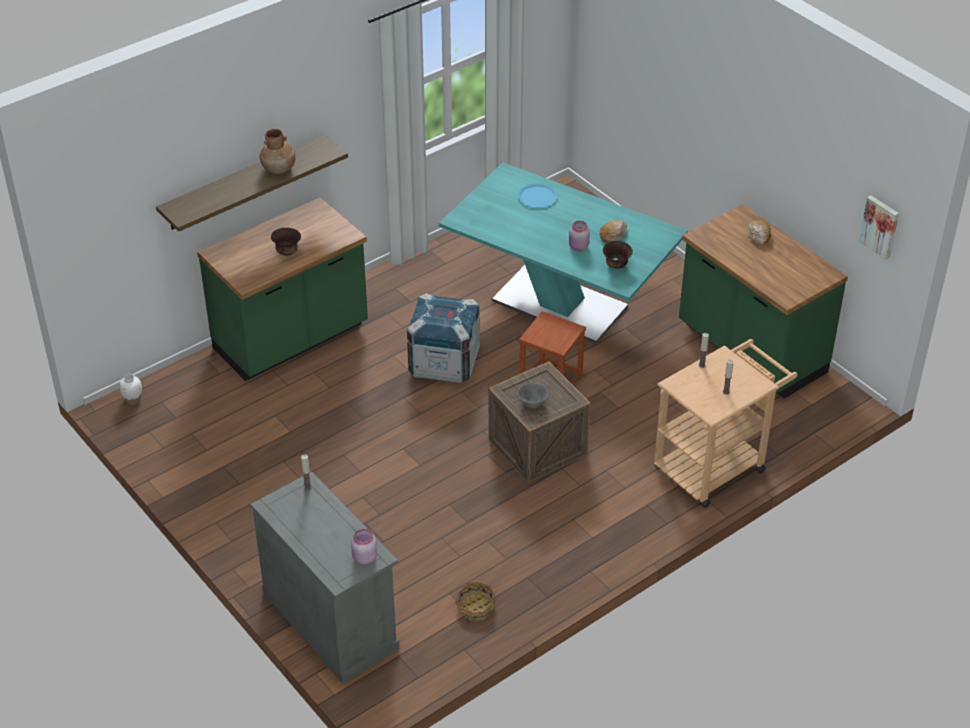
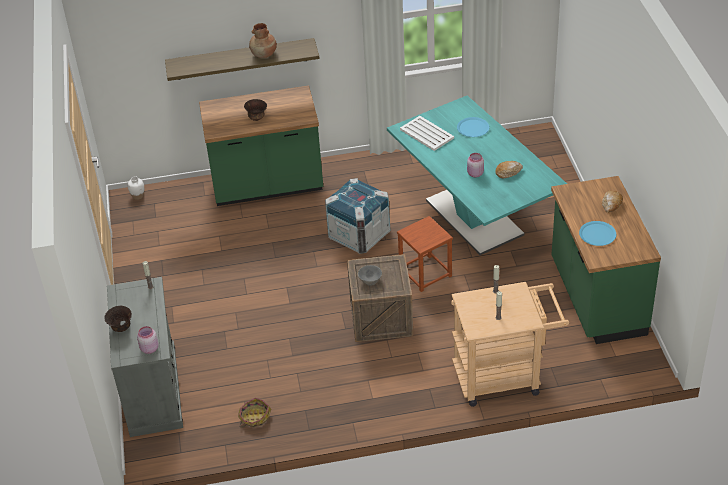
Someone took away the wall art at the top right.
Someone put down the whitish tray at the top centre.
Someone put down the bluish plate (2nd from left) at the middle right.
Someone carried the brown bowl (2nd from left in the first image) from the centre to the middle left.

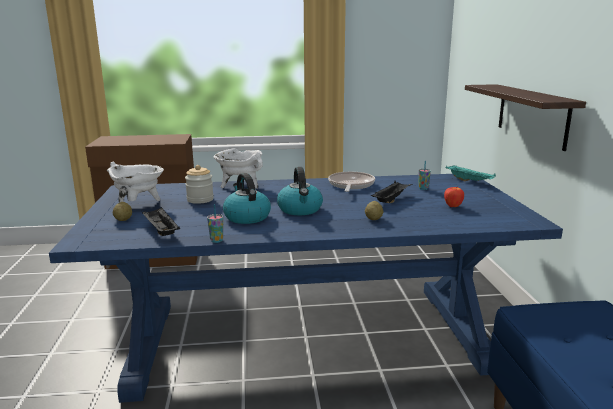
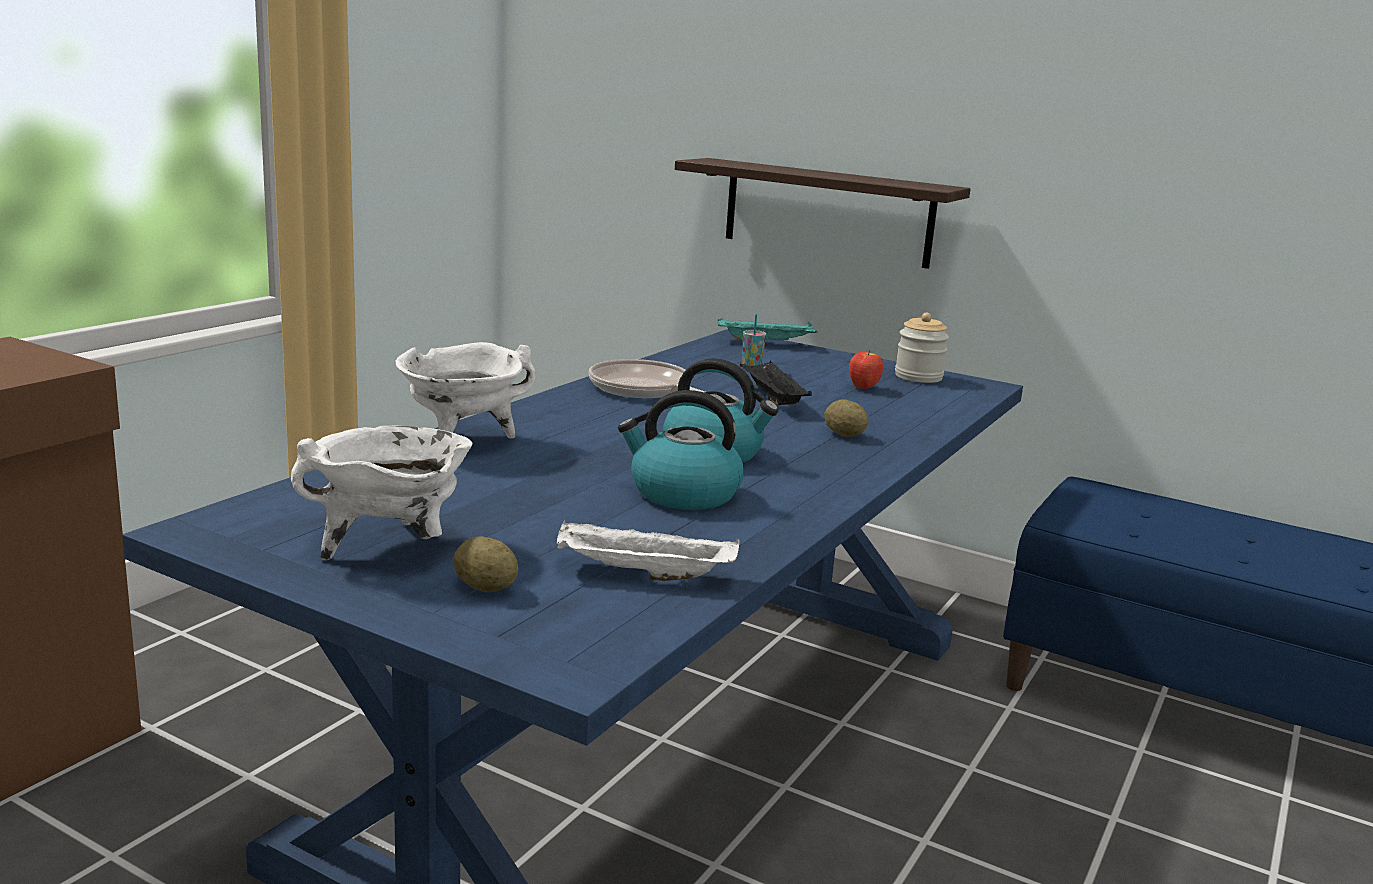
Someone took away the cup (1st from left) at the centre.
Someone carried the preserve jar from the middle left to the middle right.
Someone repainted the black tray (1st from left) at the middle left, which became the whitish tray at the centre.

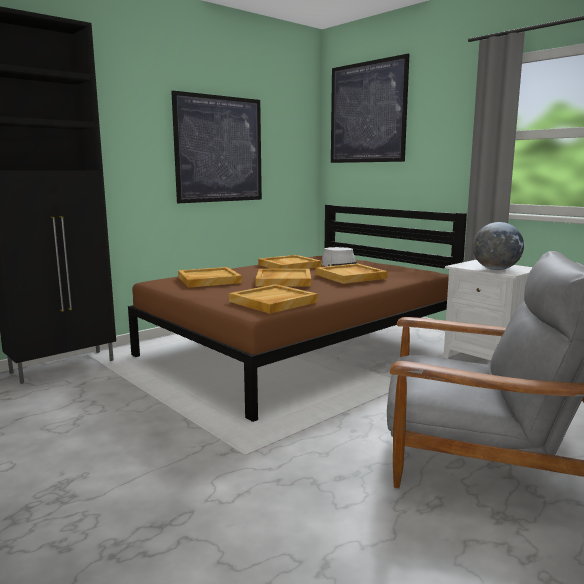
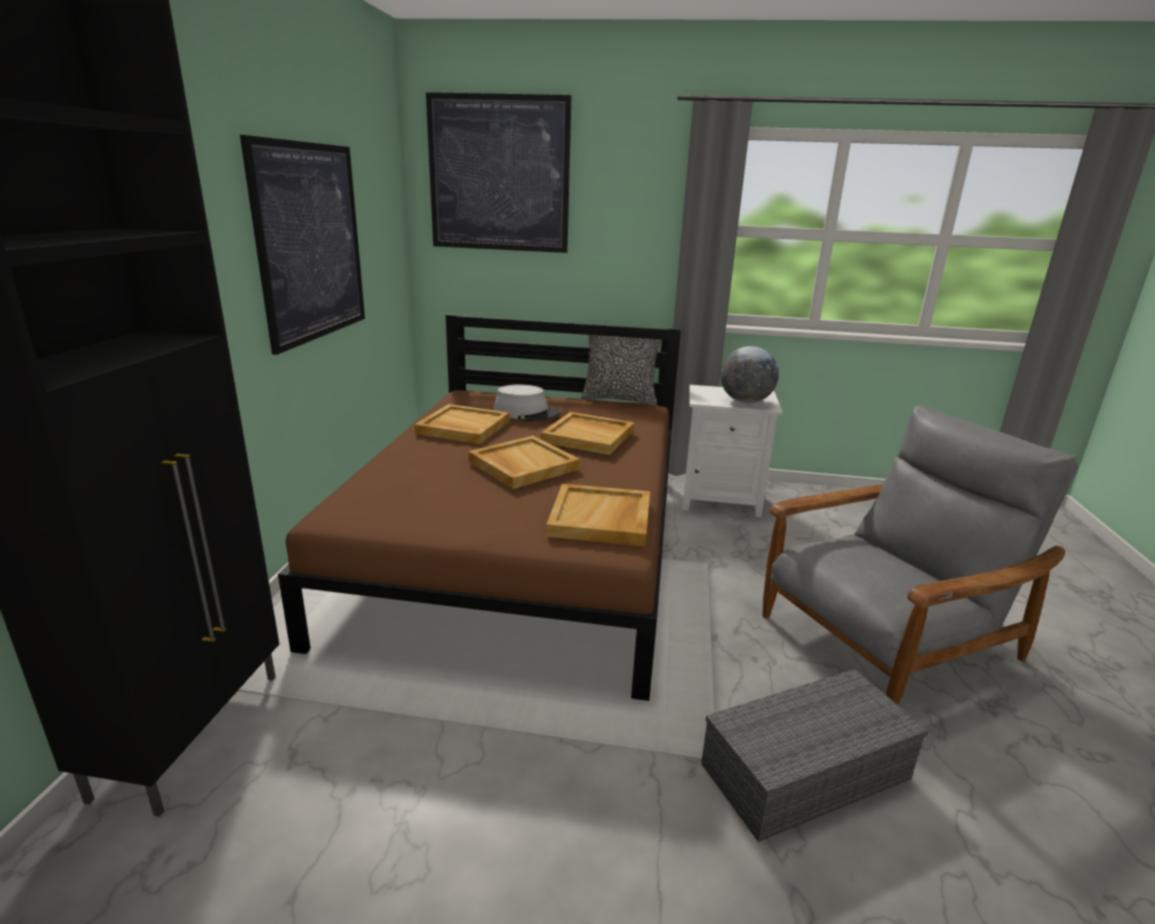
Someone took away the sand-coloured tray (1st from left) at the centre.
Someone put down the pillow at the centre.
Someone put down the greyish storage container at the bottom right.

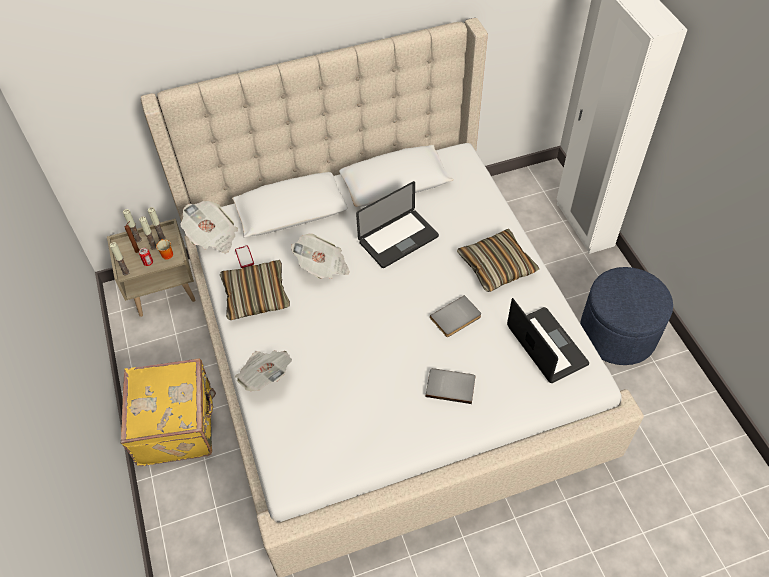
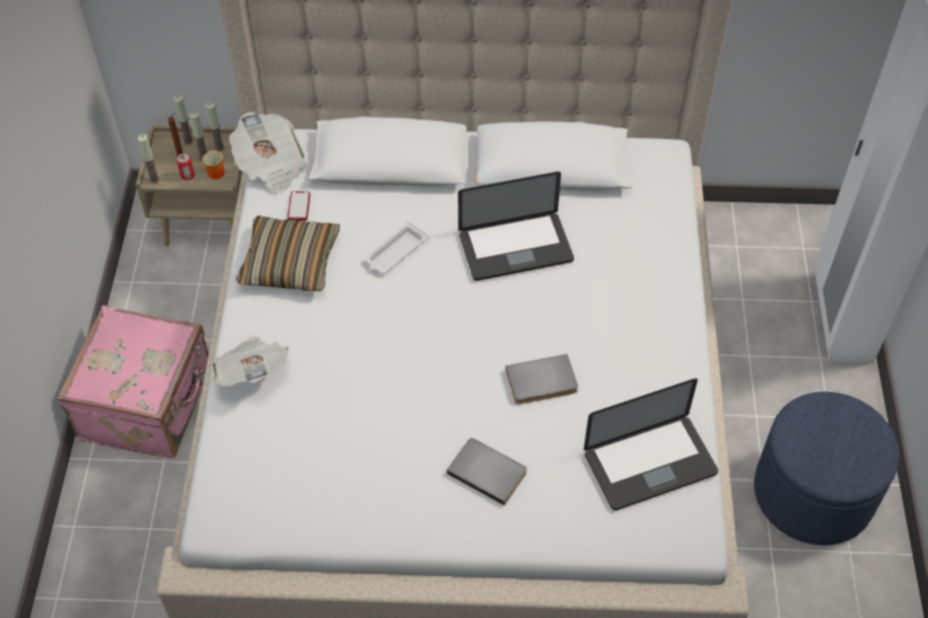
Someone took away the pillow (2nd from left) at the centre.
Someone swapped the daily paper (3rd from left) at the centre for the whitish tray at the centre.
Someone repainted the yellowish suitcase at the bottom left, which became the pink-coloured suitcase at the middle left.
Someone rotated the portable computer (2nd from left) at the middle right by 75 degrees clockwise.

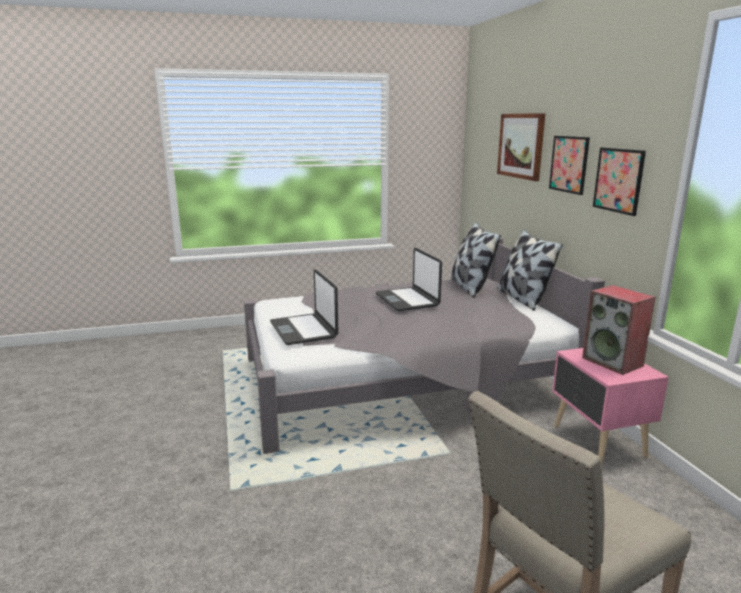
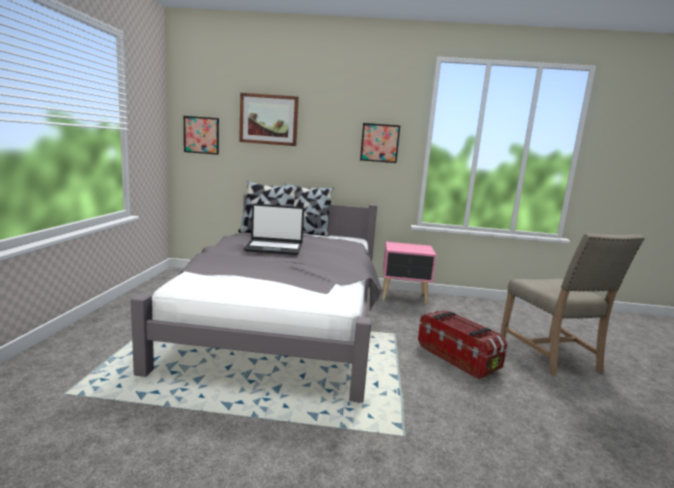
Someone took away the portable computer (1st from left) at the centre.
Someone took away the audio speaker at the middle right.
Someone put down the storage container at the bottom right.
Someone carried the wall art (2nd from left in the first image) from the top right to the top left.

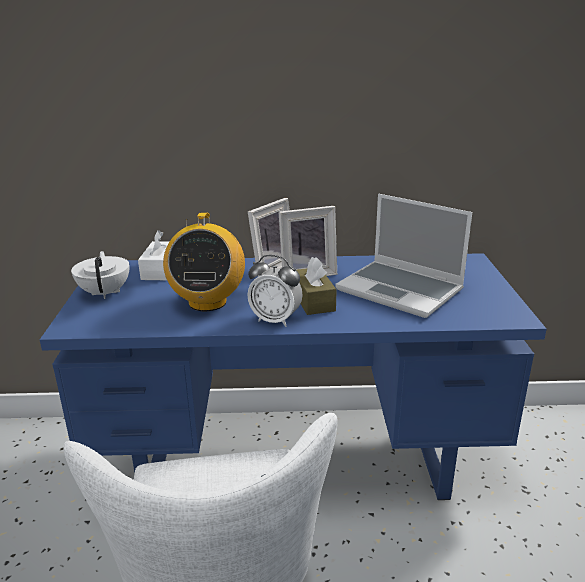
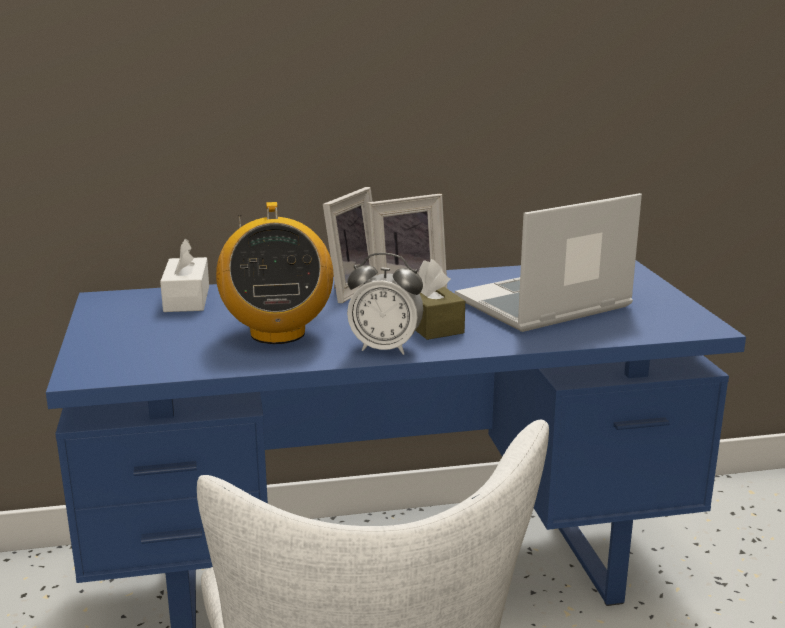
Someone took away the whitish tea pot at the middle left.
Someone rotated the portable computer at the middle right by 120 degrees clockwise.

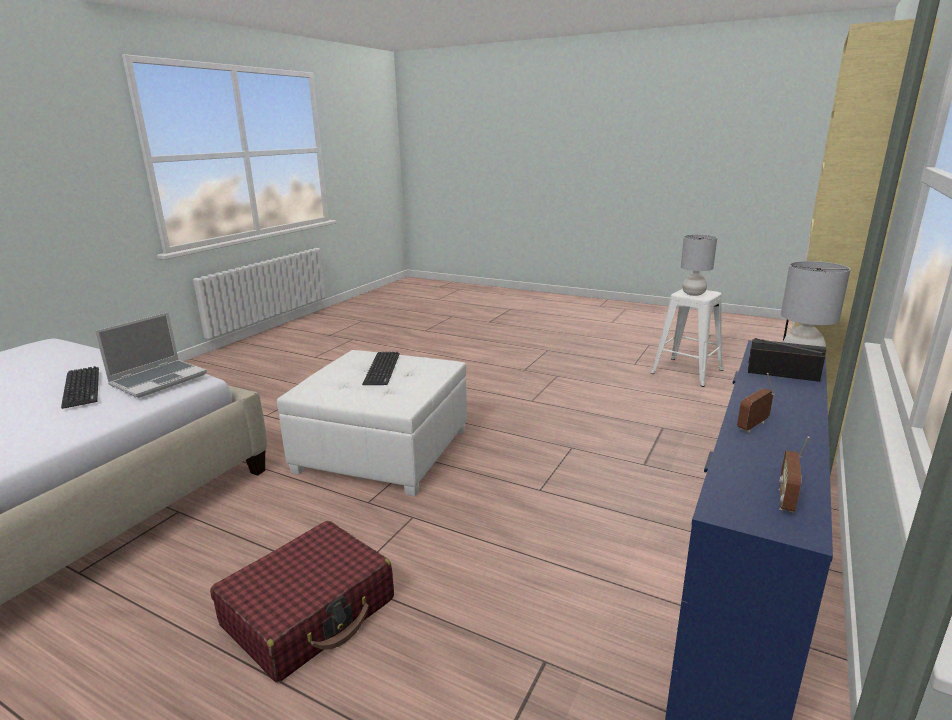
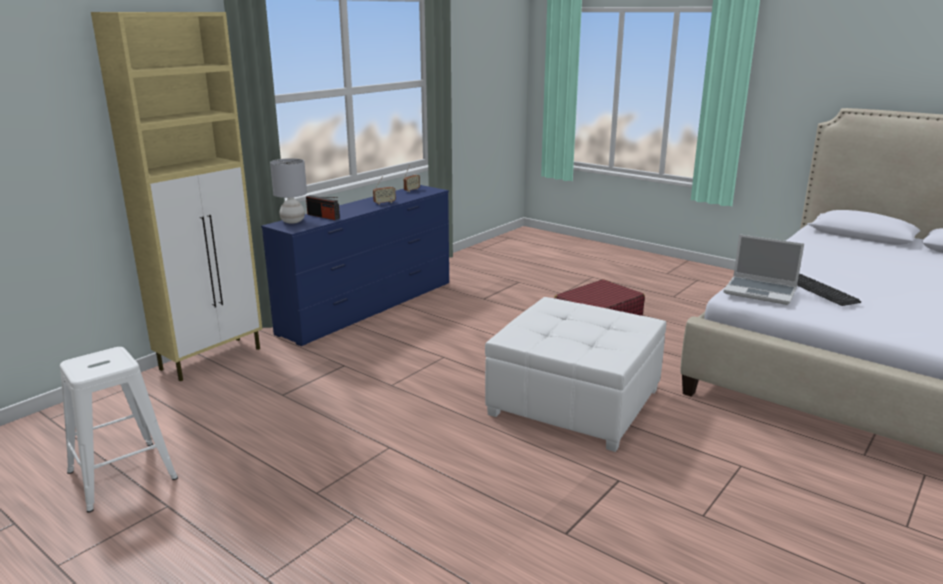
Someone took away the computer keyboard (2nd from left) at the centre.
Someone took away the greyish table lamp (1st from left) at the middle right.
Someone rotated the portable computer at the middle left by 105 degrees counterclockwise.

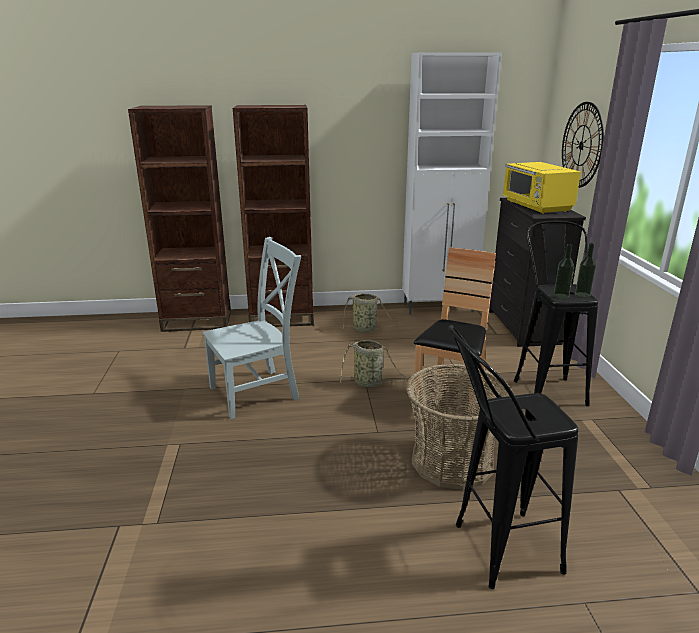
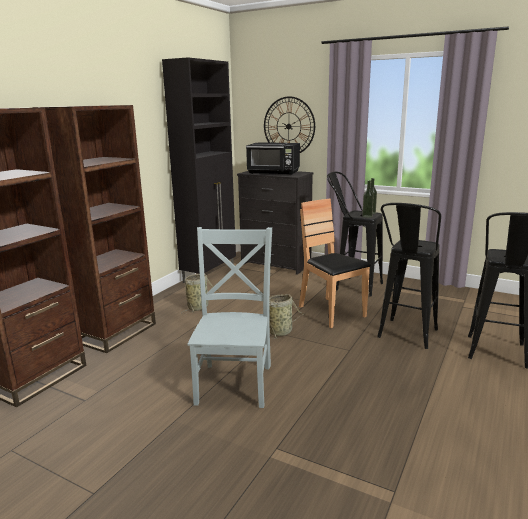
Someone swapped the basket (3rd from left) at the bottom centre for the black sitting stool (2nd from left) at the middle right.
Someone repainted the whitish cabinet at the top centre, which became the black cabinet at the top centre.
Someone repainted the yellowish kitchen microwave at the top right, which became the black kitchen microwave at the top centre.

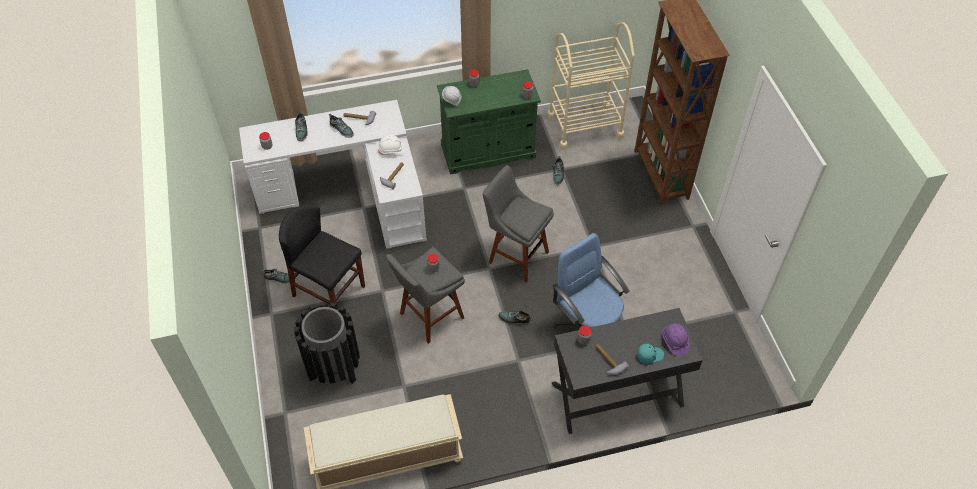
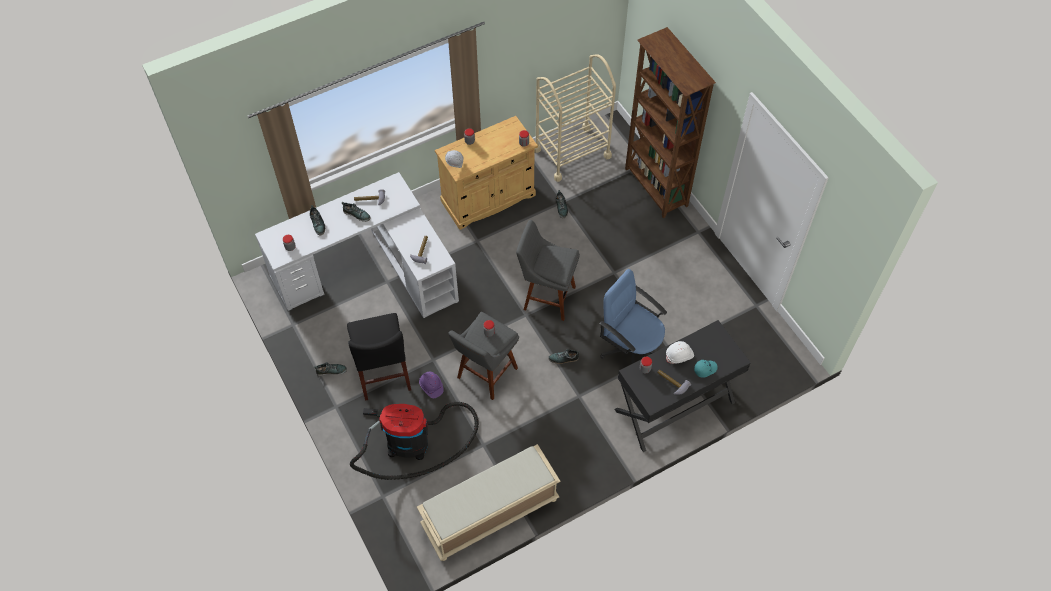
Someone carried the whitish work helmet (1st from left in the first image) from the top centre to the centre.
Someone carried the purple-coloured work helmet from the bottom right to the centre.
Someone swapped the black waste bin at the bottom centre for the hoover at the bottom centre.
Someone repainted the green cabinet at the top centre, which became the sand-coloured cabinet at the top centre.
Someone rotated the black upright chair at the middle left by 120 degrees counterclockwise.

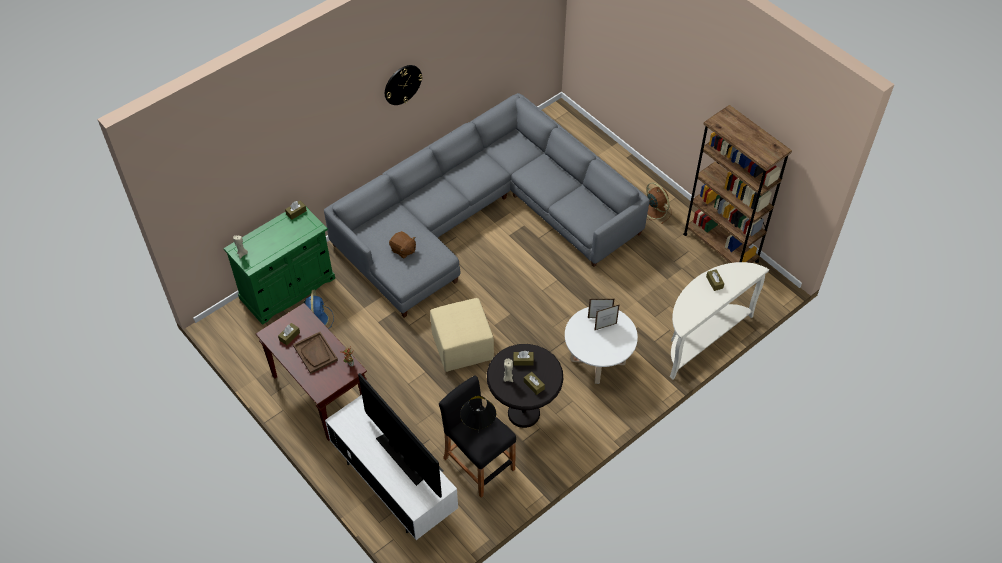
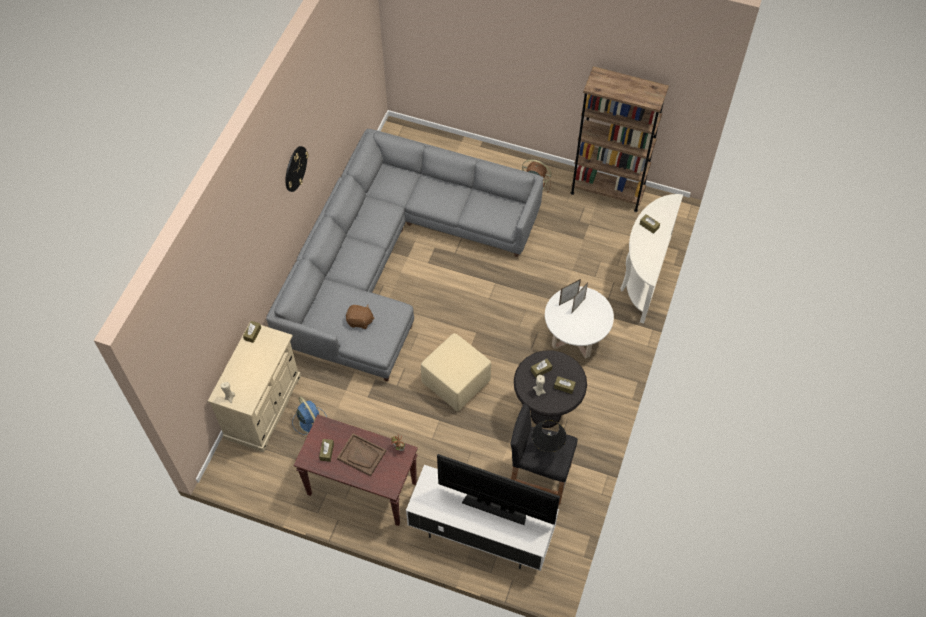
Someone repainted the green cabinet at the middle left, which became the sand-coloured cabinet at the middle left.

